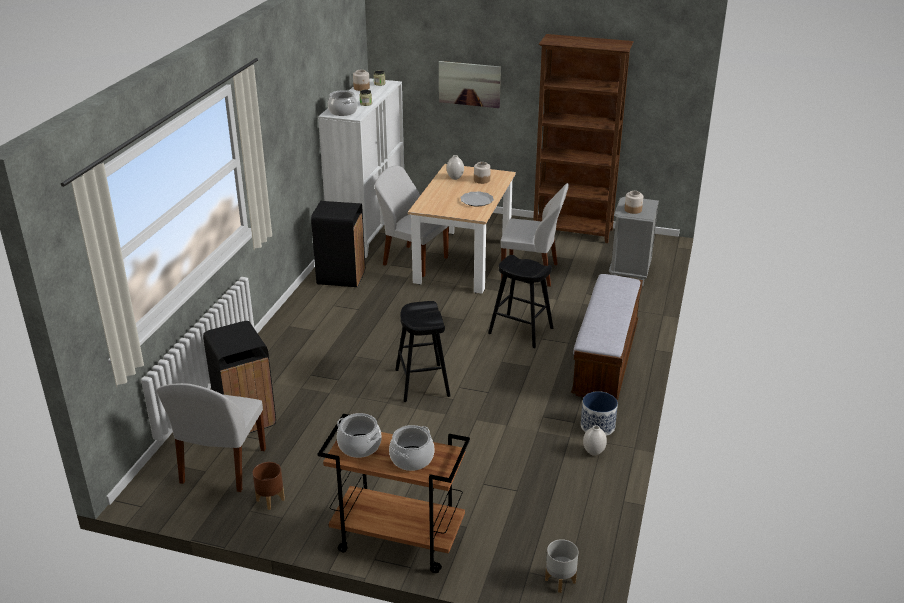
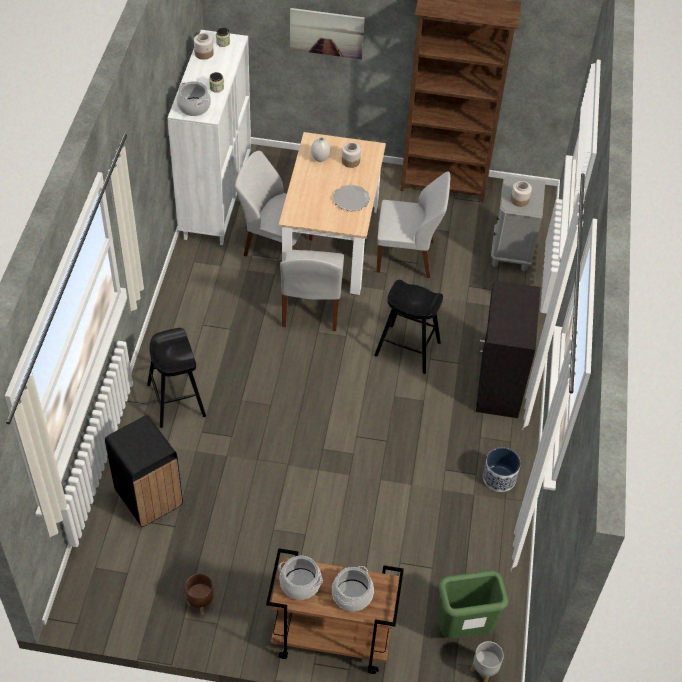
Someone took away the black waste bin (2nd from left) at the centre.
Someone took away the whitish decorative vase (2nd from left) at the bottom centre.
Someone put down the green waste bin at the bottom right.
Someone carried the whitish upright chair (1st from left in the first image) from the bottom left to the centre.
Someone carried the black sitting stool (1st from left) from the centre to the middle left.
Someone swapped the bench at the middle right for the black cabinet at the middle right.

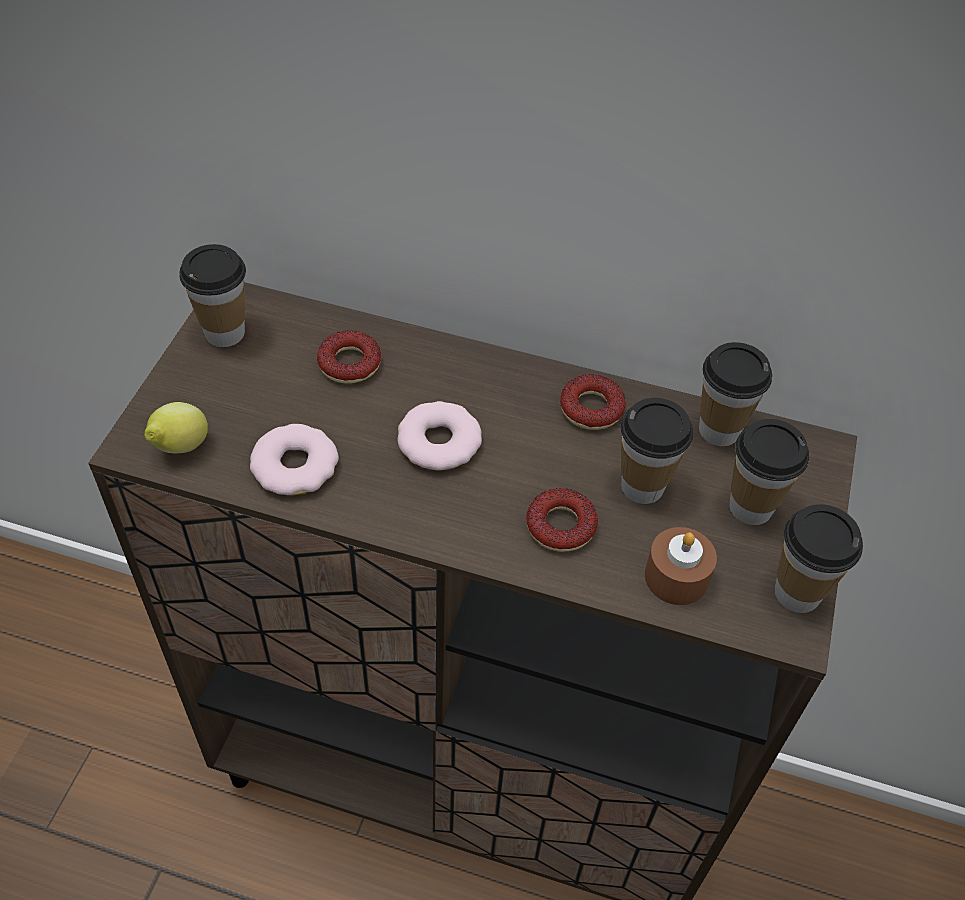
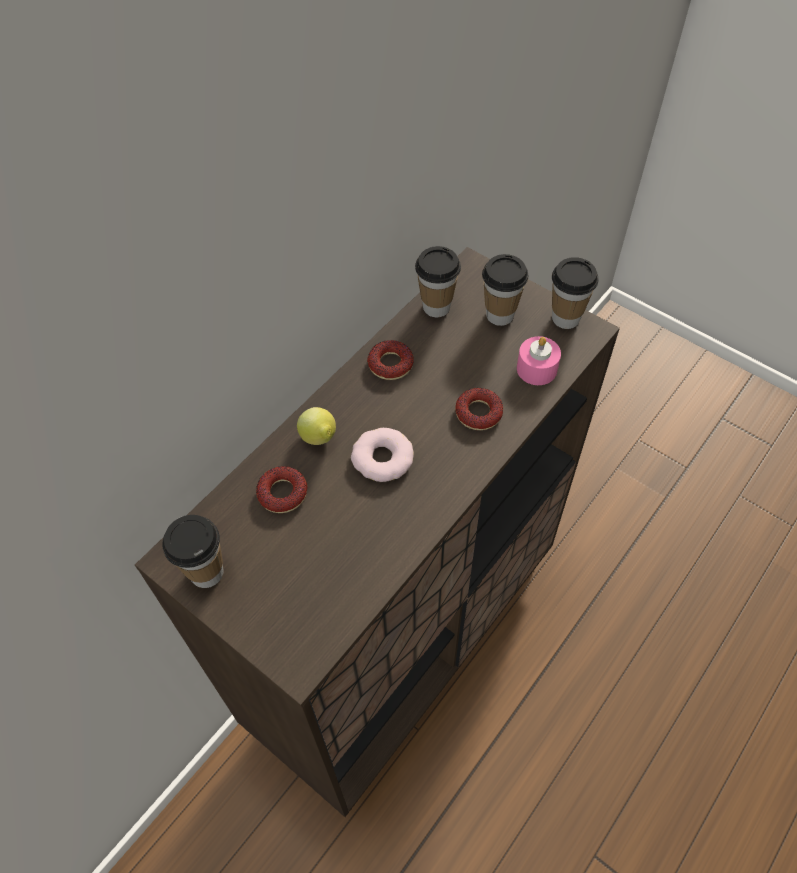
Someone took away the doughnut (1st from left) at the middle left.
Someone took away the cup (2nd from left) at the middle right.
Someone carried the whole lemon from the middle left to the centre.
Someone repainted the brown candle at the middle right, which became the pink-coloured candle at the middle right.

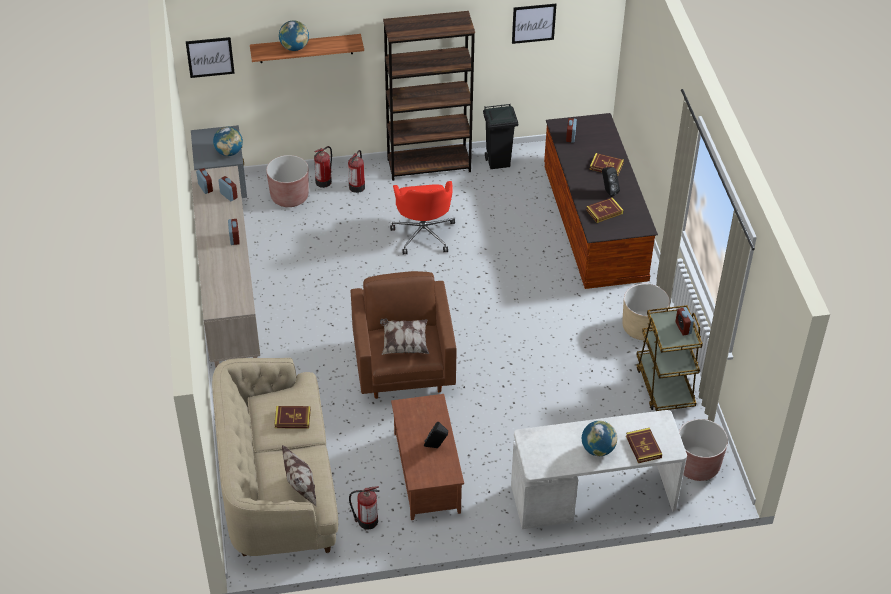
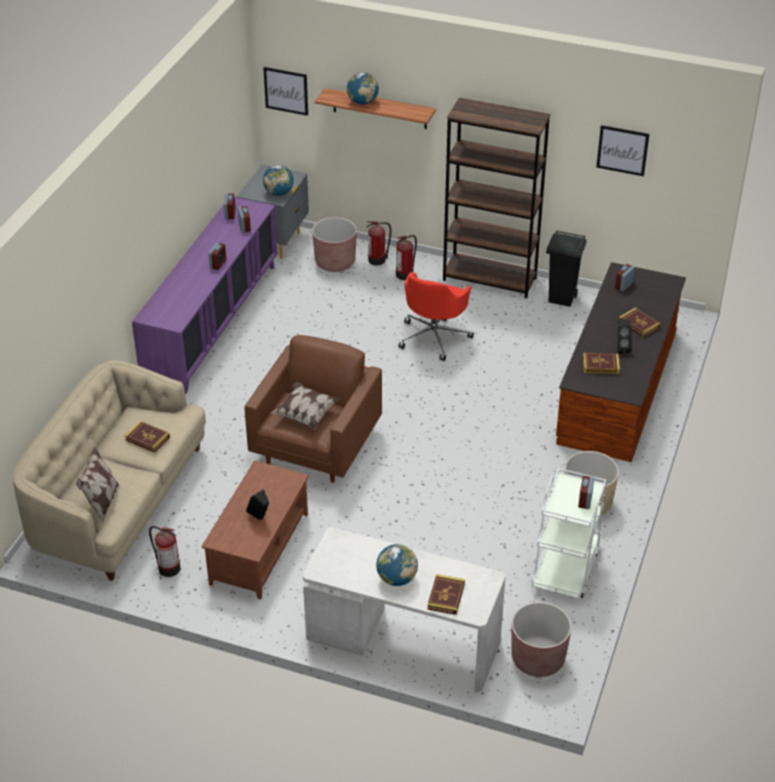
Someone repainted the sand-coloured cabinet at the middle left, which became the purple-coloured cabinet at the middle left.
Someone repainted the brown wheeled cart at the middle right, which became the whitish wheeled cart at the bottom right.

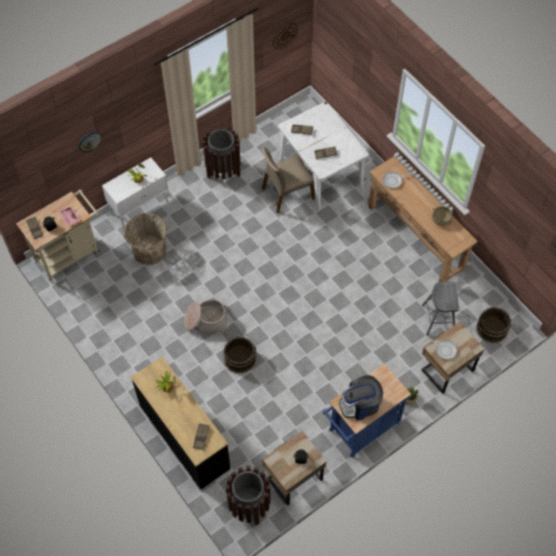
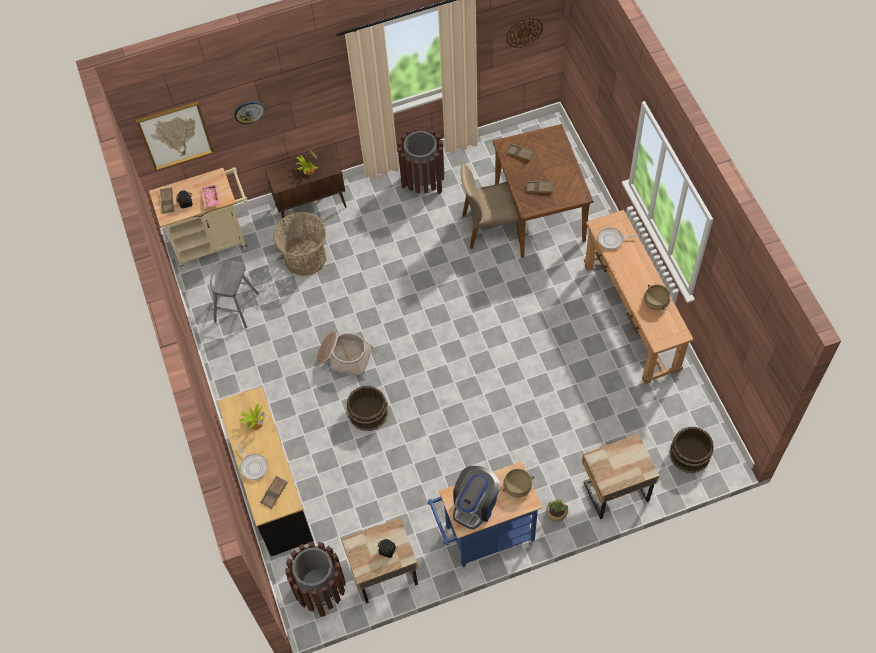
Someone put up the wall art at the top left.
Someone put down the sand-coloured stockpot (1st from left) at the bottom centre.
Someone carried the greyish sitting stool from the middle right to the middle left.
Someone carried the frying pan (2nd from left in the first image) from the middle right to the bottom left.
Someone repainted the whitish cabinet at the middle left, which became the brown cabinet at the top centre.
Someone repainted the whitish dinner table at the top centre, which became the brown dinner table at the top centre.
Someone rotated the coffee maker at the bottom centre by 60 degrees counterclockwise.

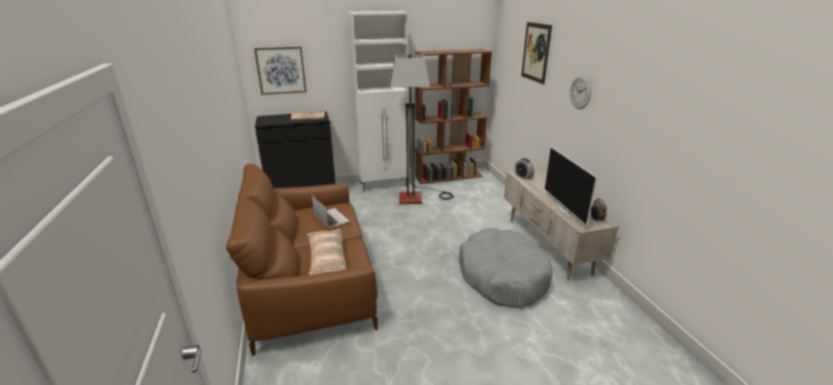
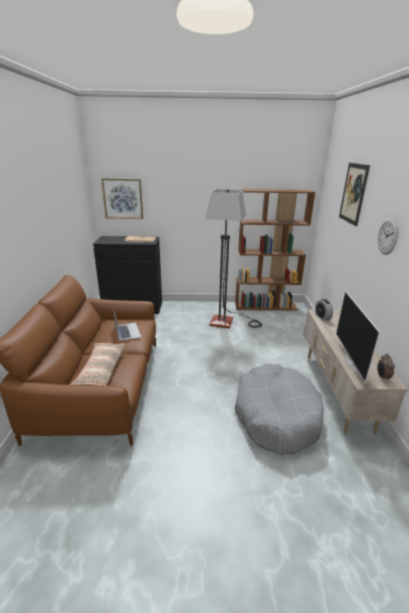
Someone took away the whitish cabinet at the top centre.

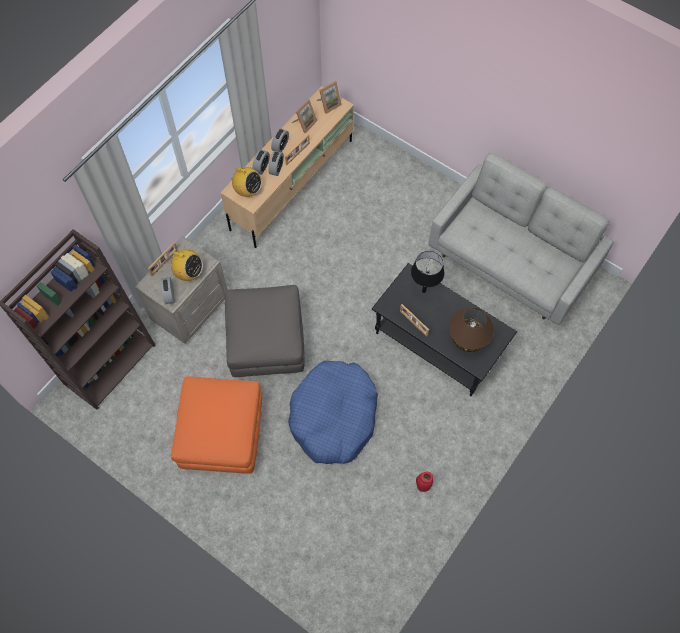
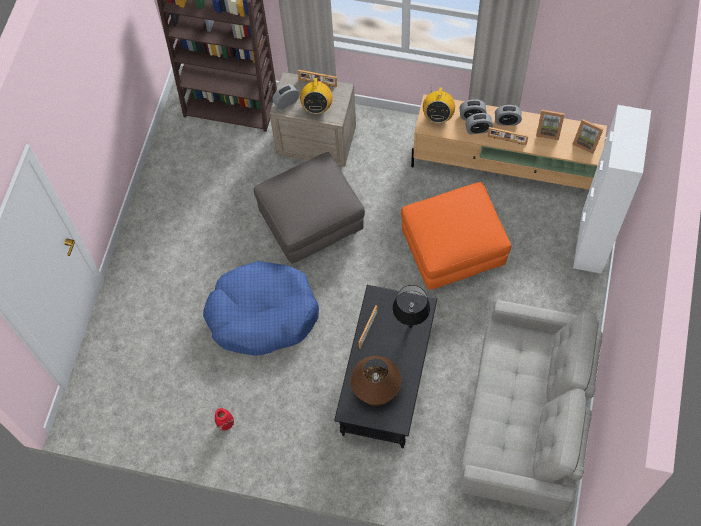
Someone put down the whitish cabinet at the middle right.
Someone carried the orangey pouffe from the bottom left to the centre.

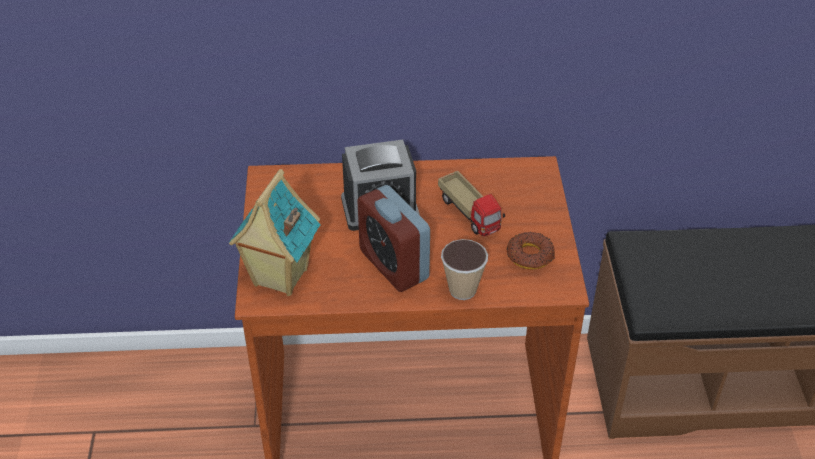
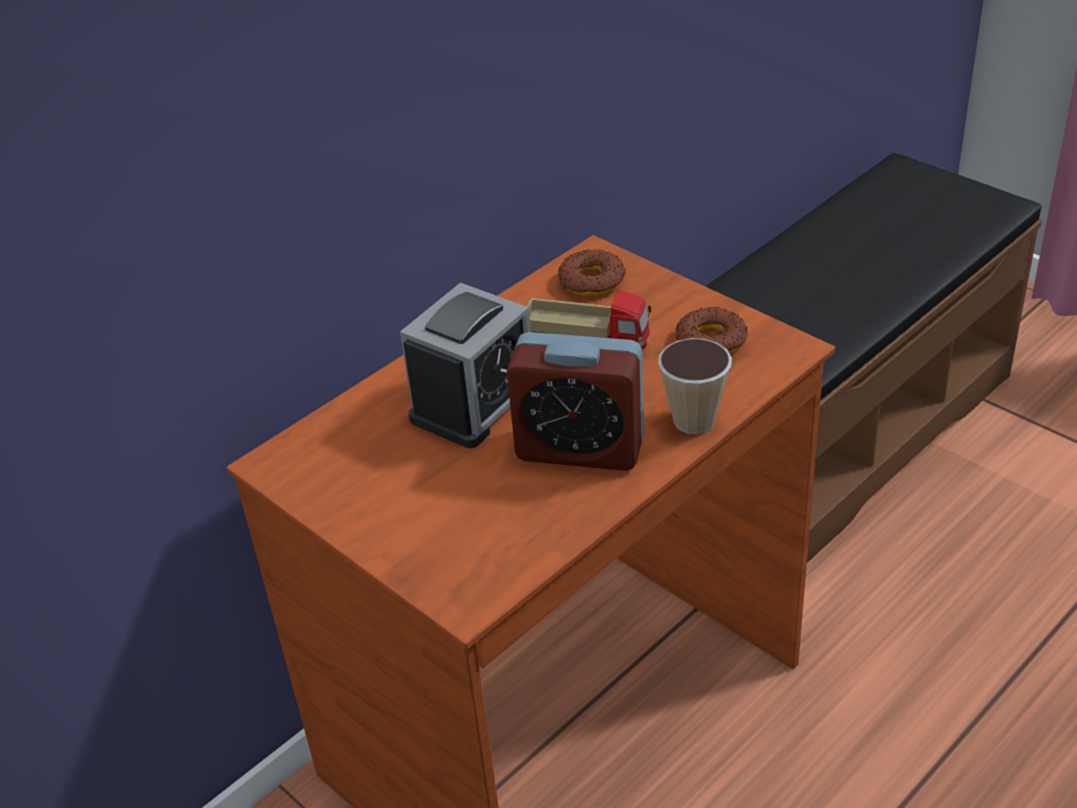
Someone took away the toy house at the centre.
Someone put down the doughnut (1st from left) at the centre.

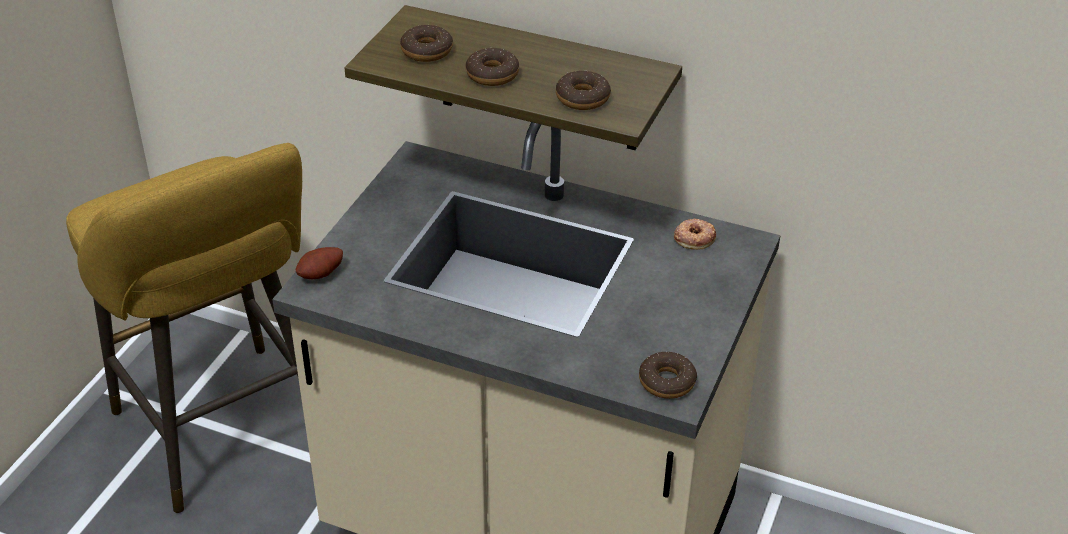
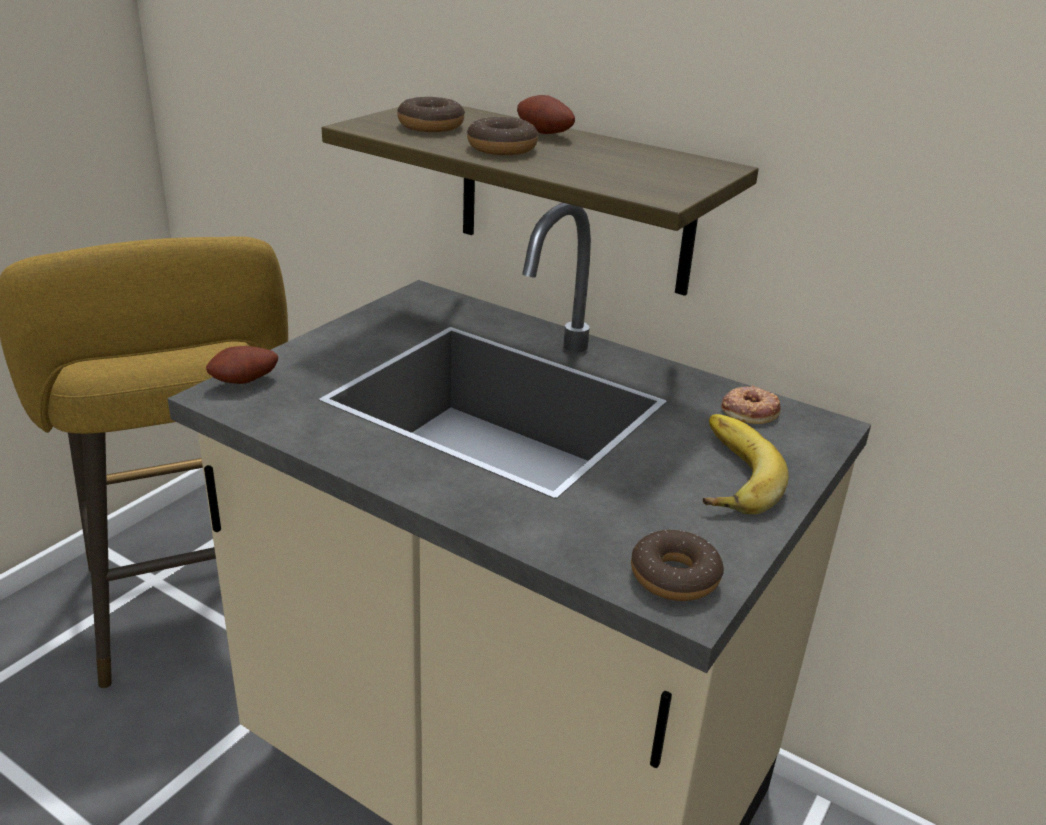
Someone took away the doughnut (3rd from left) at the top centre.
Someone put down the spud (2nd from left) at the top centre.
Someone put down the banana fruit at the middle right.

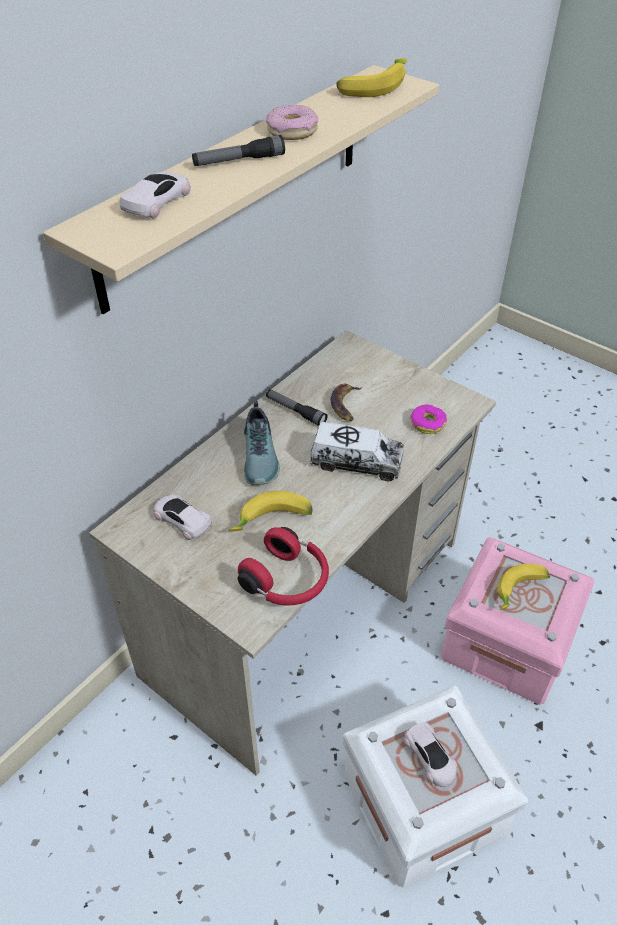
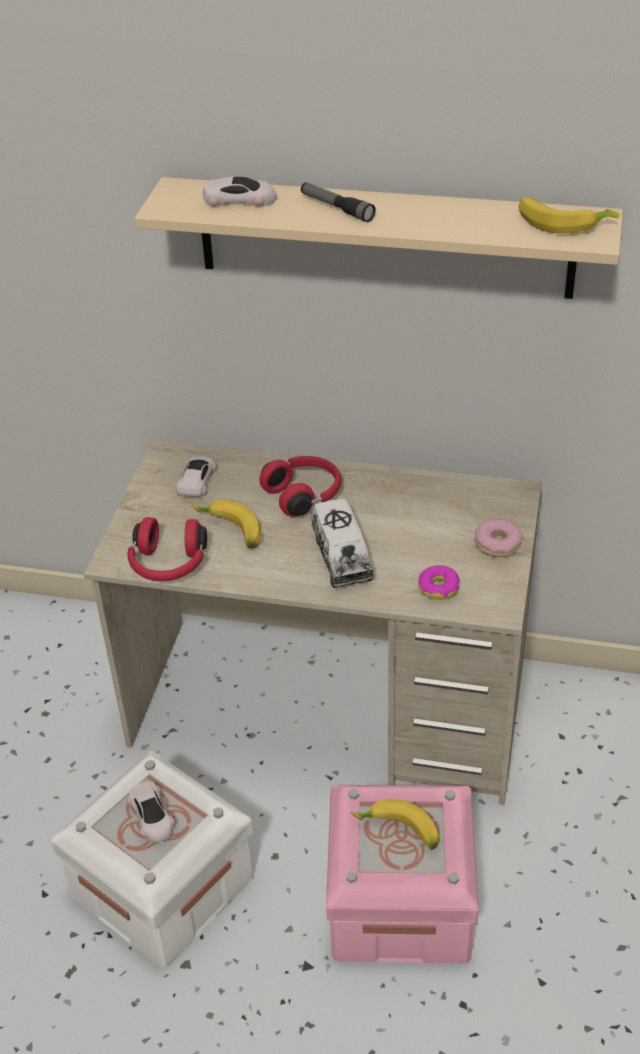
Someone took away the flashlight (2nd from left) at the centre.
Someone took away the banana fruit (2nd from left) at the centre.
Someone carried the doughnut (1st from left in the first image) from the top centre to the middle right.
Someone swapped the shoe at the centre for the reddish headset (2nd from left) at the centre.
Someone rotated the whitish model car (3rd from left in the first image) at the bottom right by 60 degrees counterclockwise.

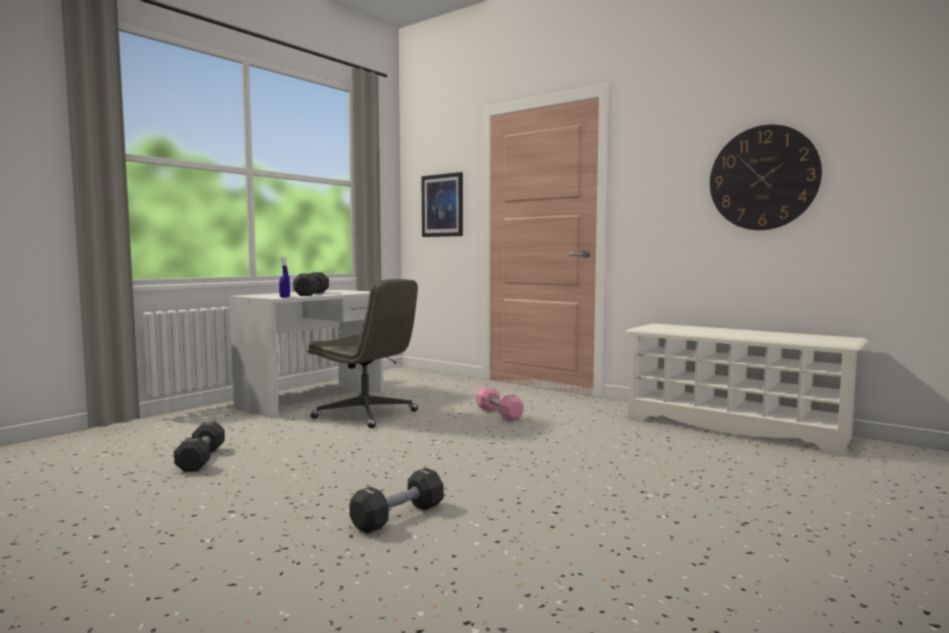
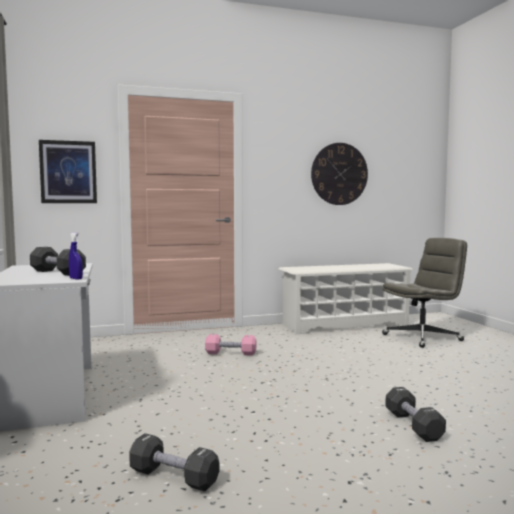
Someone carried the greyish office chair from the centre to the middle right.

